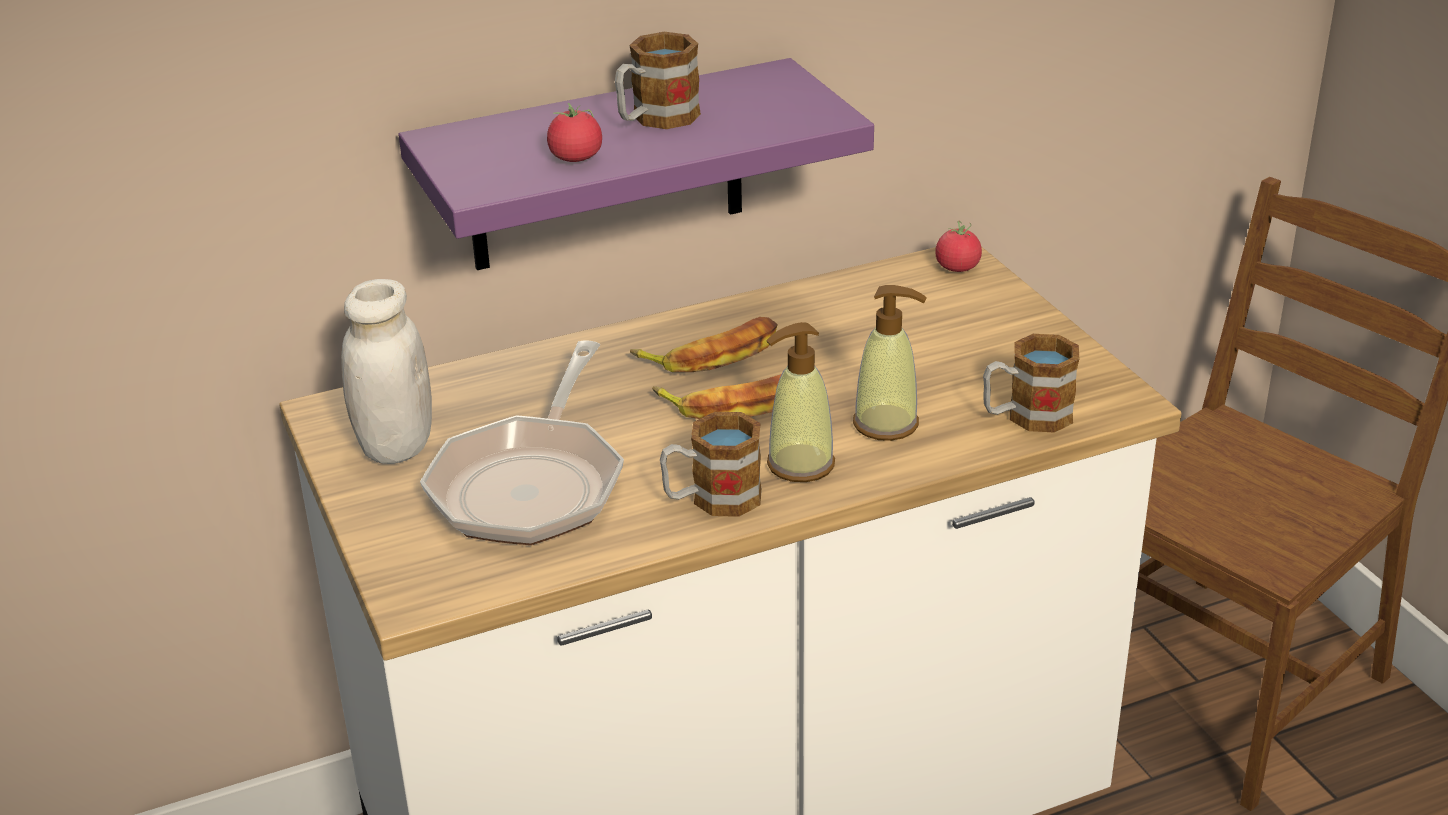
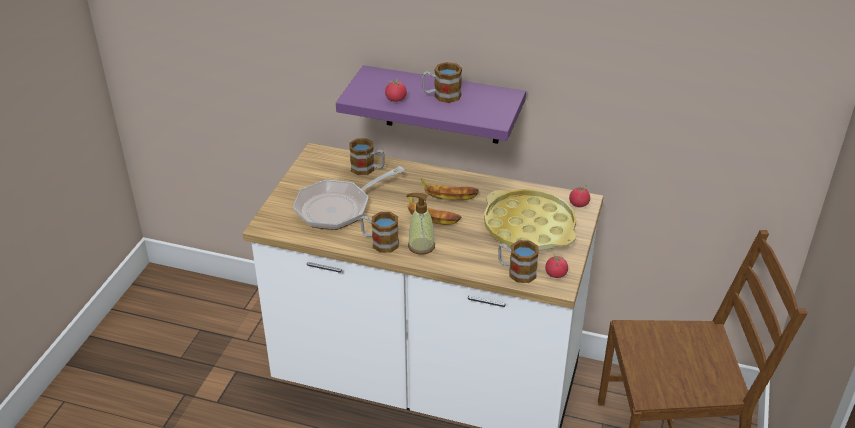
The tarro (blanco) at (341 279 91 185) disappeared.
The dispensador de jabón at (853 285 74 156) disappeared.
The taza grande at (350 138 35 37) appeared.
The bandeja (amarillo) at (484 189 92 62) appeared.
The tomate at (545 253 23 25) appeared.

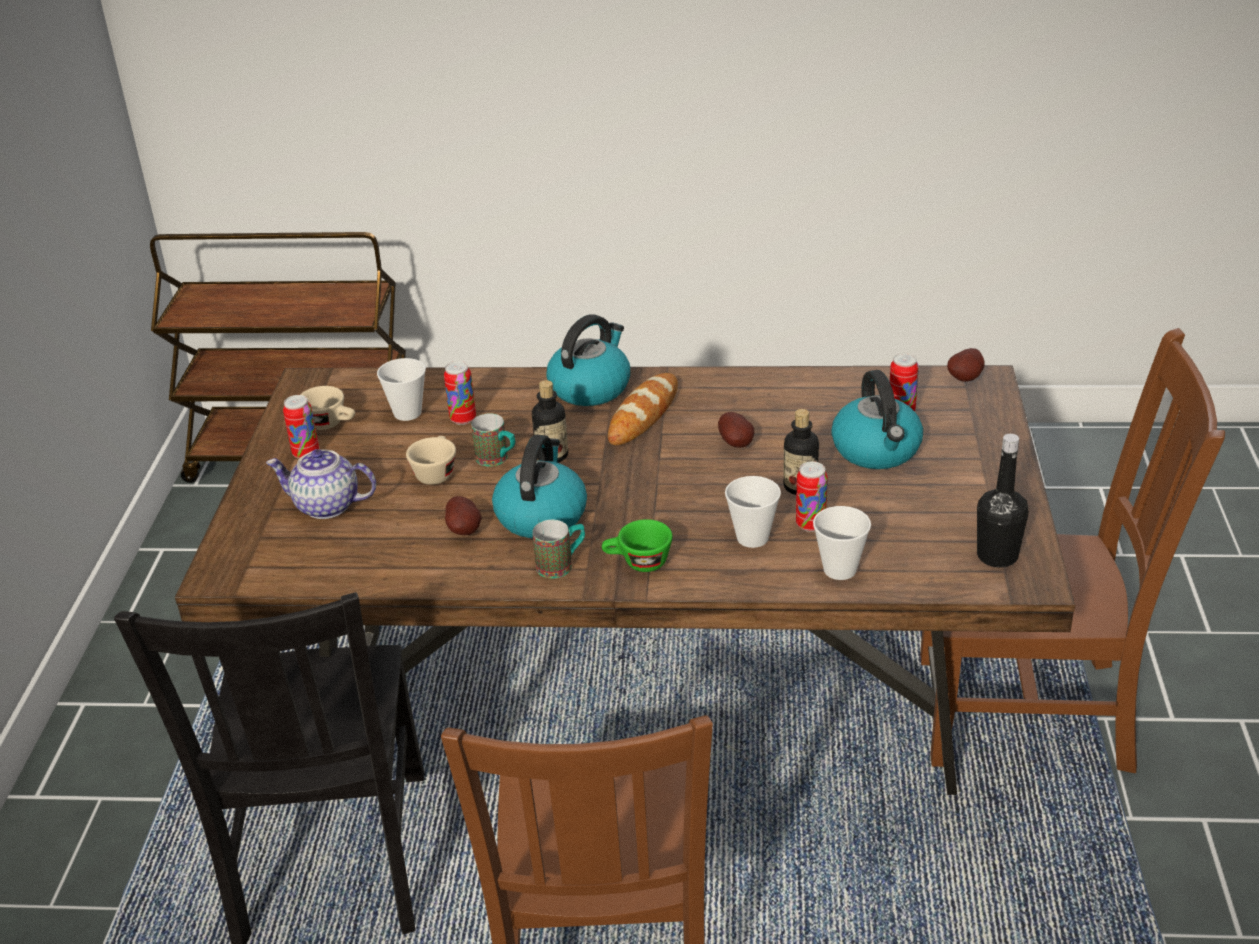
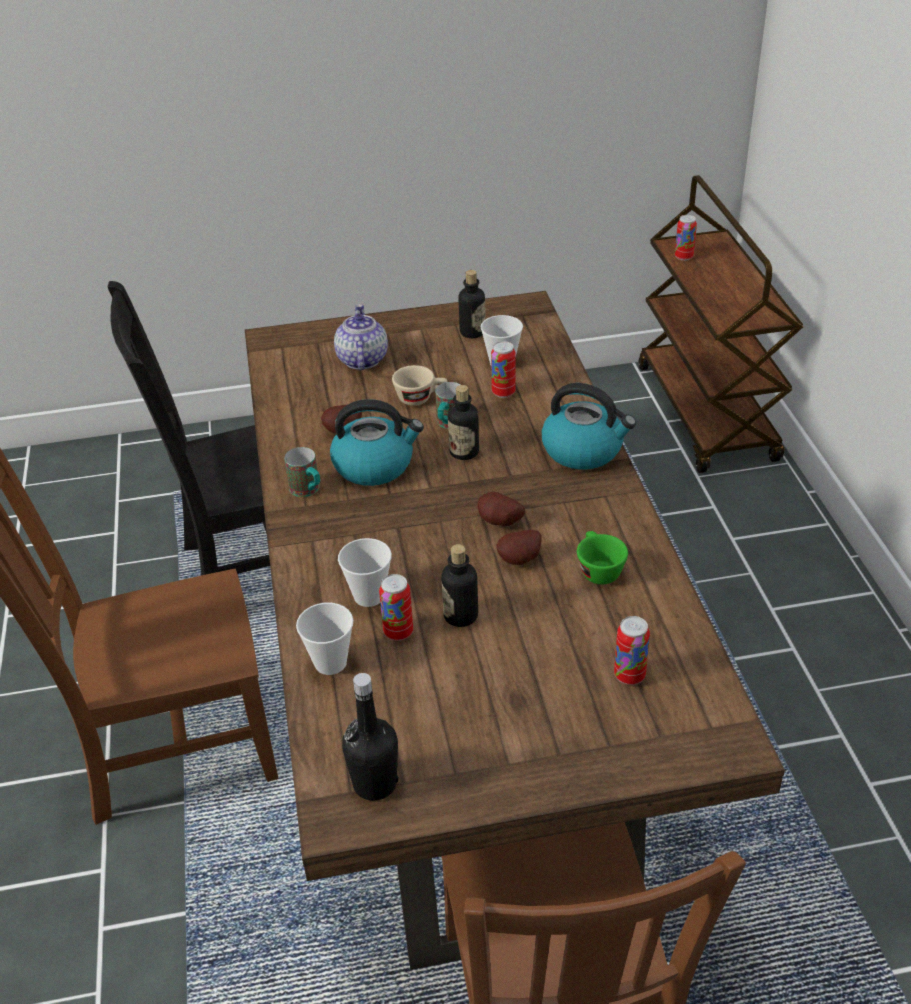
The pan at (608 373 70 72) disappeared.
The hervidor at (831 370 92 99) disappeared.
The lata moved from (283 395 36 64) to (675 215 22 46).
The taza (verde) moved from (602 519 71 53) to (577 531 51 53).
The patata moved from (947 348 38 34) to (477 492 48 34).
The taza (beis) at (300 386 55 44) was replaced by the botella at (458 270 28 68).

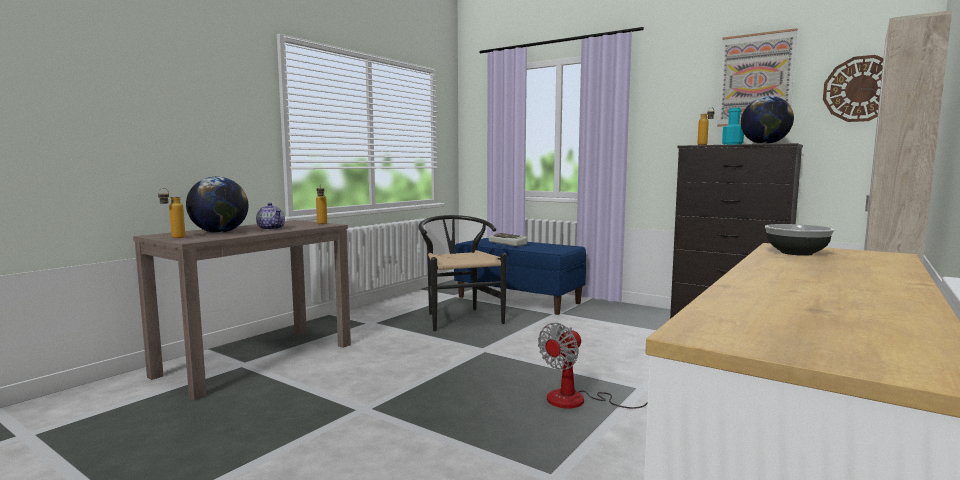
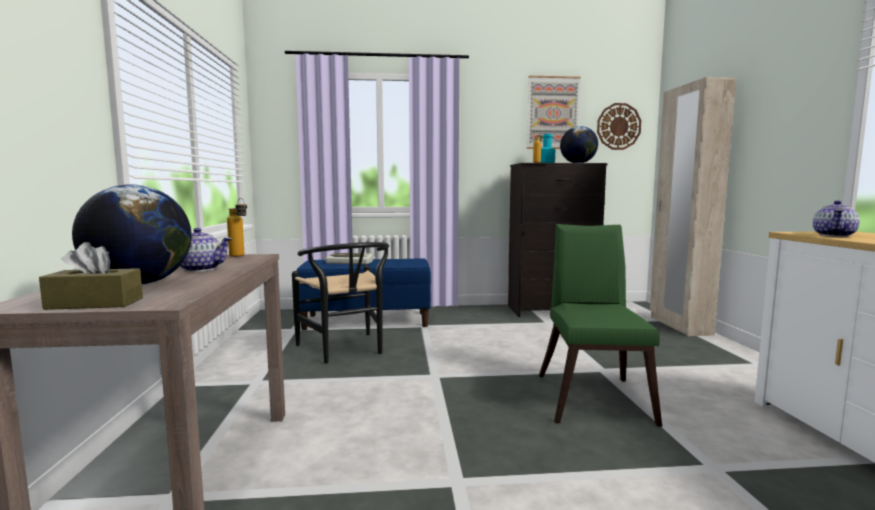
The botella at (158 188 28 50) was replaced by the caja de pañuelos (marrón) at (39 242 104 68).
The ventilador at (538 323 109 86) was replaced by the silla (verde) at (539 224 123 203).
The cuenco at (765 224 70 32) was replaced by the tetera at (813 200 47 37).
The silla (negro) at (419 215 88 116) turned 150 degrees counterclockwise.

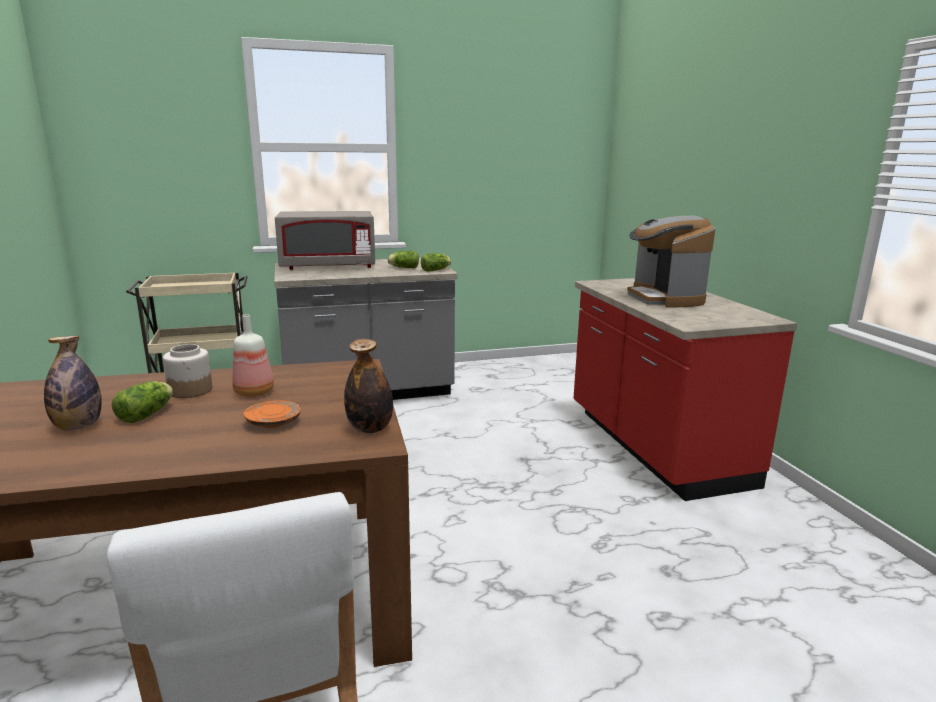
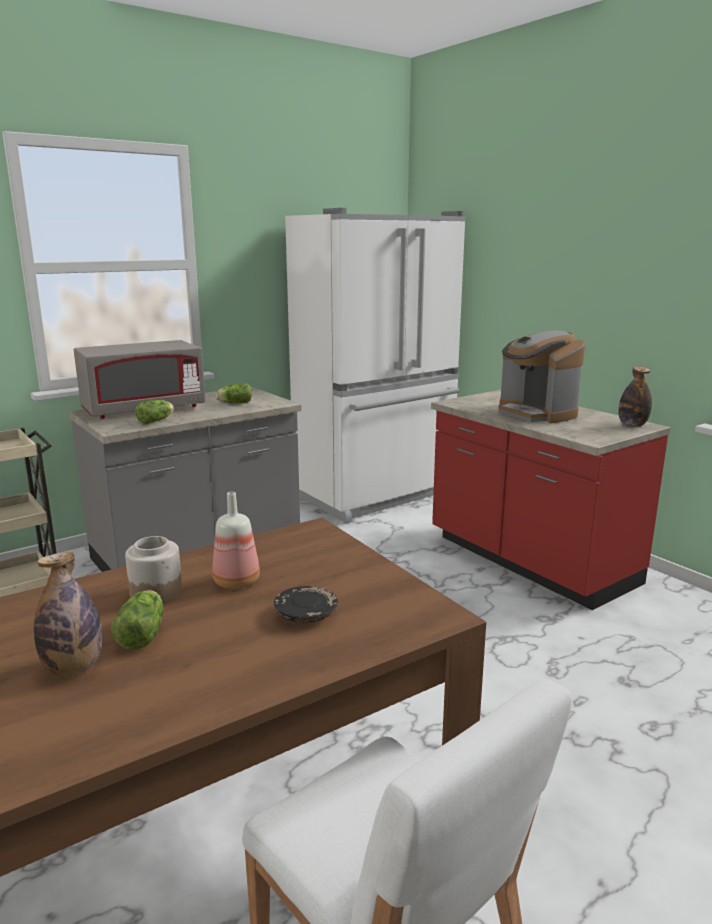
The nevera (blanco) at (285 208 181 315) appeared.
The botella moved from (344 339 49 94) to (618 366 34 61).
The lechuga moved from (421 253 31 19) to (135 400 39 24).
The plato (naranja) at (243 400 58 28) became the plato (negro) at (274 586 64 36).

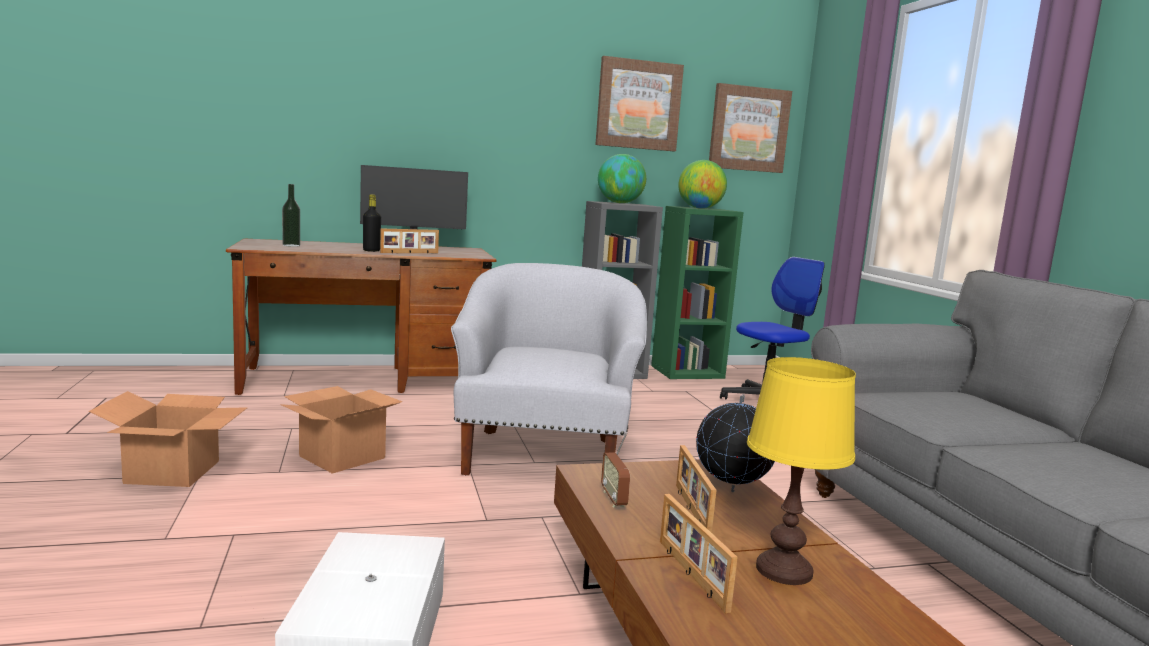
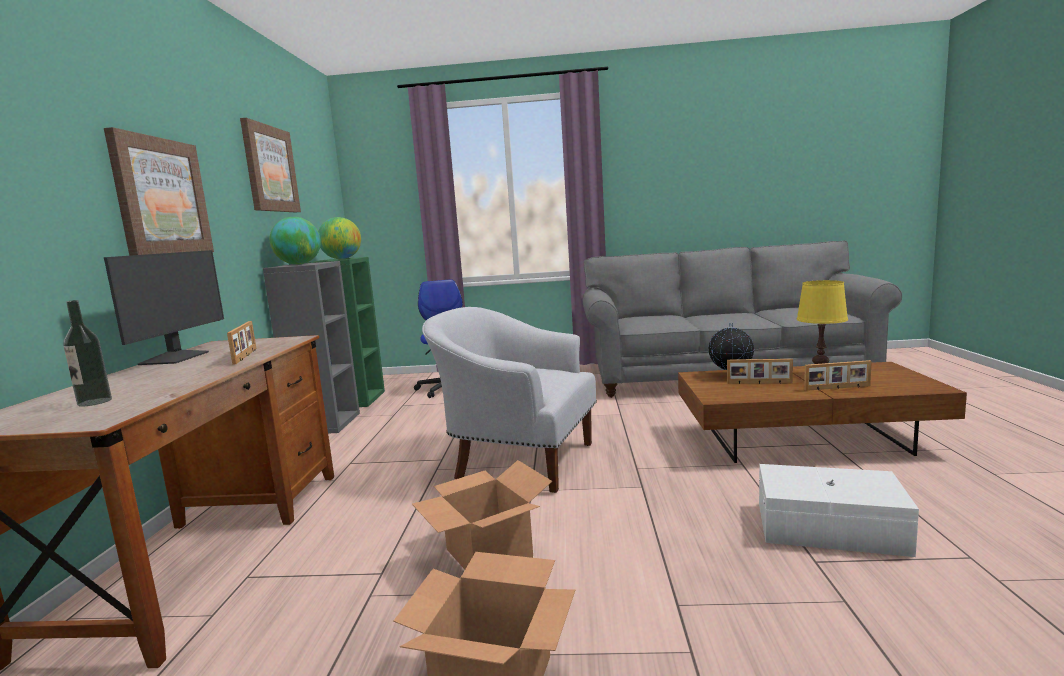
The botella (negro) at (363 195 18 57) disappeared.
The radio at (601 432 29 76) disappeared.
The cuadro moved from (709 83 83 90) to (104 127 110 129).

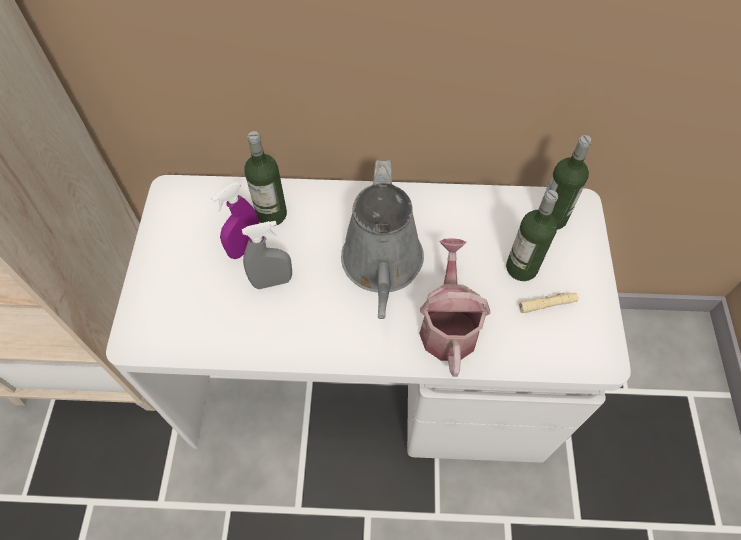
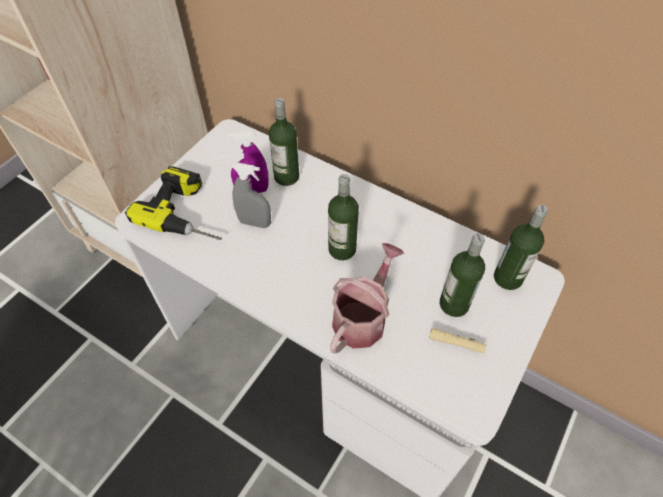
The taladro at (125 166 97 74) appeared.
The regadera (gris) at (341 160 83 159) was replaced by the botella at (328 174 31 86).

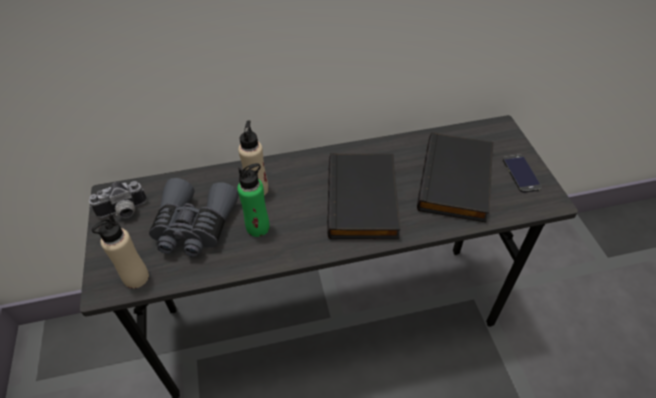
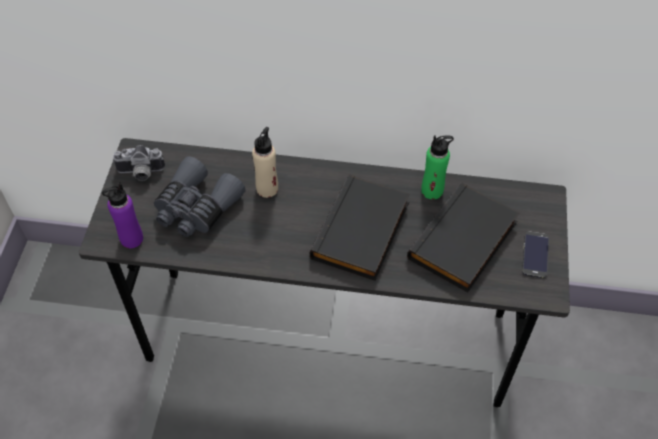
The botella (verde) moved from (237 163 33 74) to (421 135 33 65).
The botella (beis) at (92 214 57 74) became the botella (morado) at (102 182 41 66).

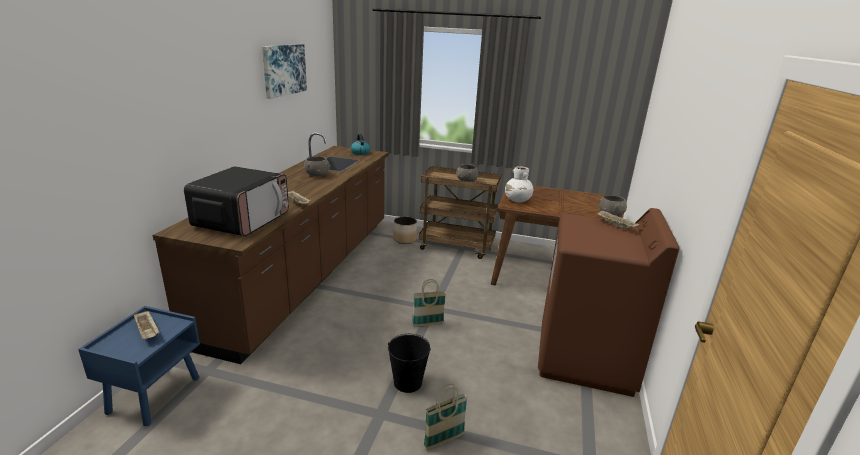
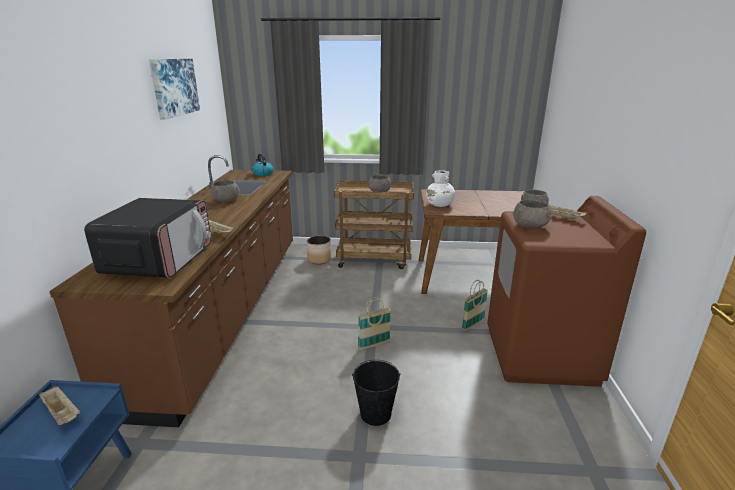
The cuenco (gris) at (513 200 39 29) appeared.
The cesta moved from (424 384 44 66) to (462 280 26 51).

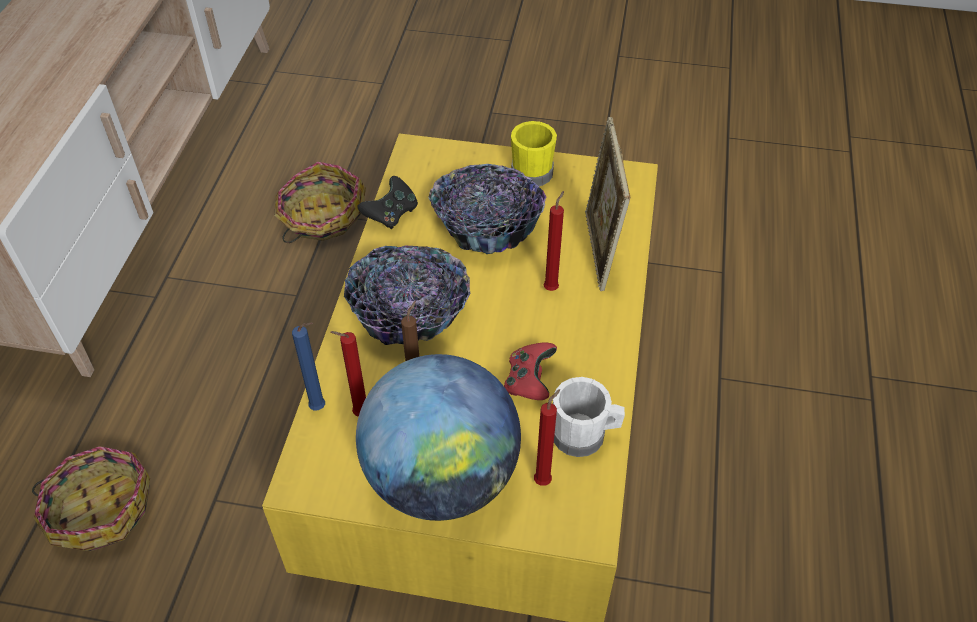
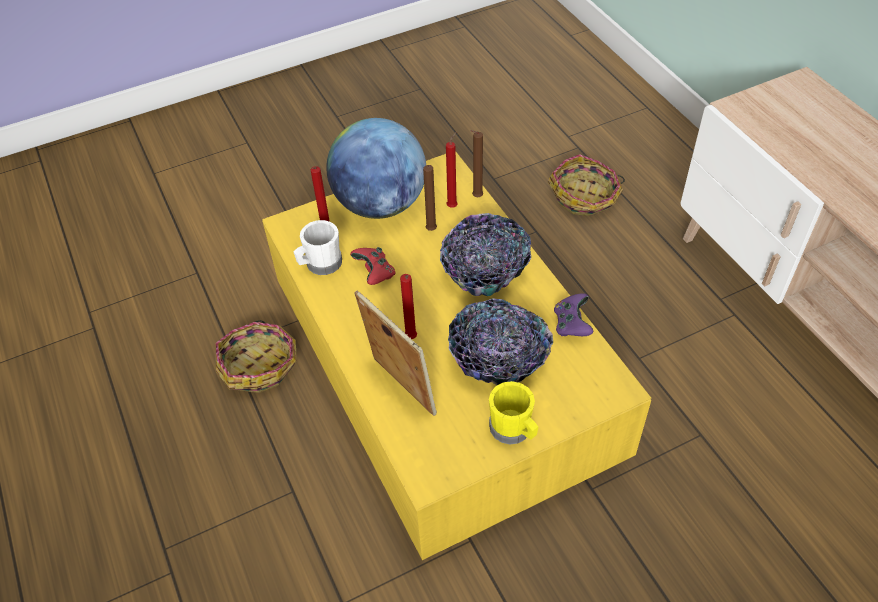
The cesta moved from (275 162 91 81) to (215 320 81 73).
The vela (azul) at (292 322 33 89) became the vela (marrón) at (470 130 13 67).
The mando de consola (negro) at (357 176 61 53) became the mando de consola (morado) at (554 293 39 43).

